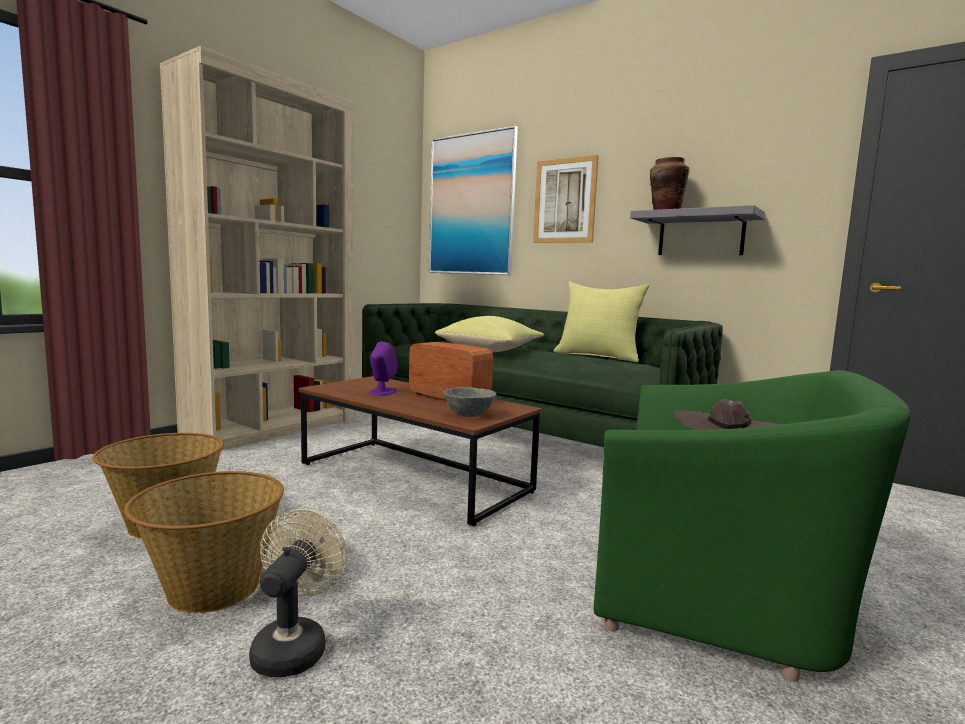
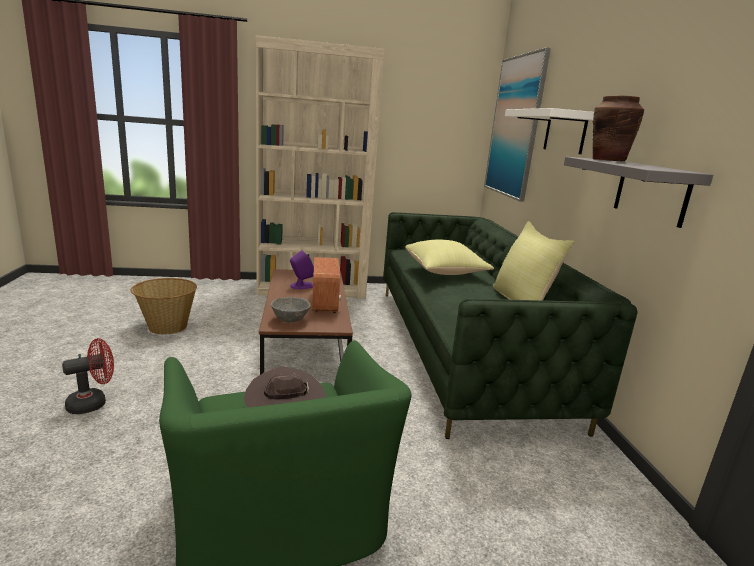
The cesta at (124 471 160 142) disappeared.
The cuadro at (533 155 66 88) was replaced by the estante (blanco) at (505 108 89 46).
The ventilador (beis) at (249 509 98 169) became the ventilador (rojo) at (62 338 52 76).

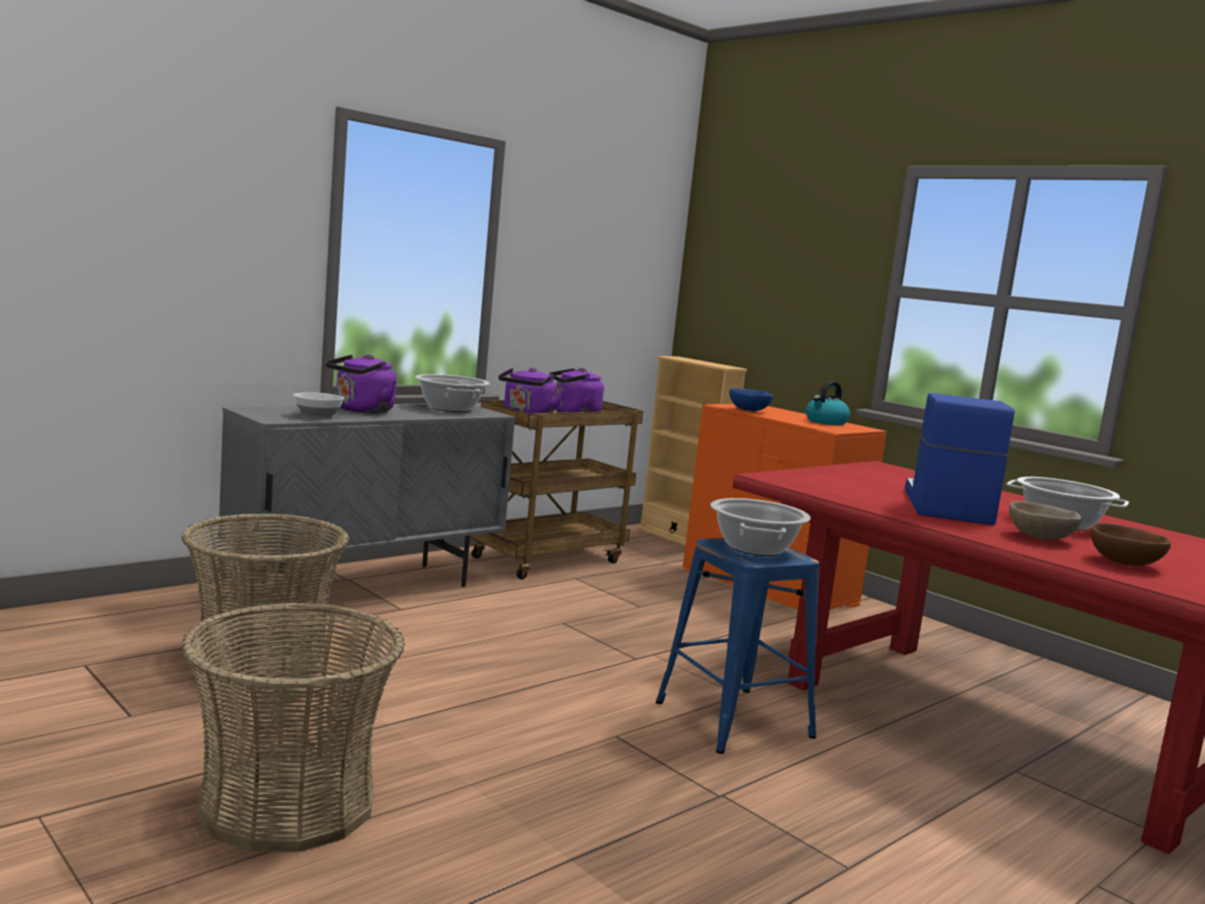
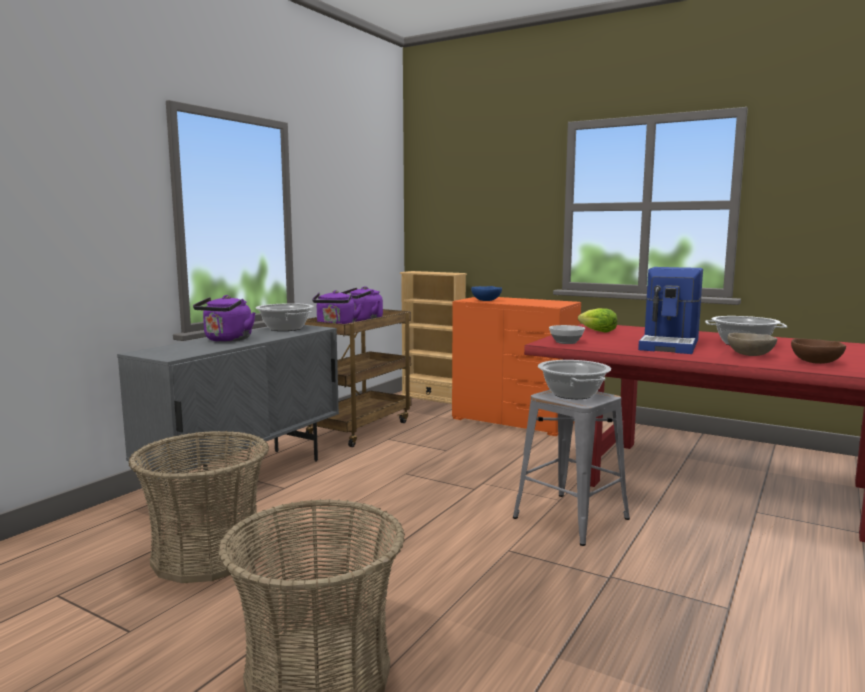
The hervidor at (806 381 44 44) disappeared.
The lechuga at (578 308 39 24) appeared.
The cuenco moved from (294 392 50 27) to (549 325 36 19).
The taburete (azul) at (656 538 164 216) became the taburete (gris) at (513 390 117 156).
The cafetera at (905 393 110 132) turned 150 degrees counterclockwise.

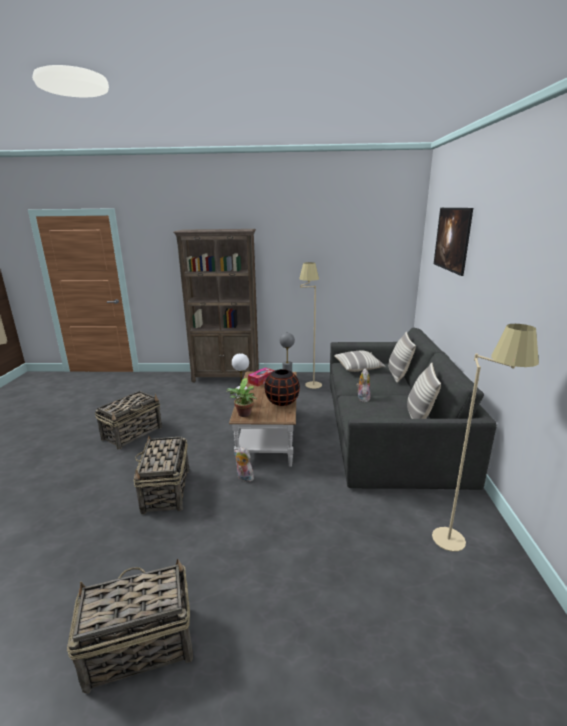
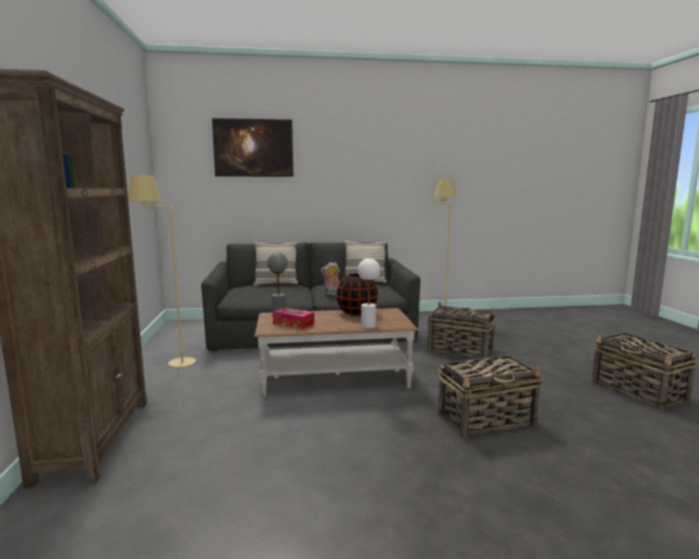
The planta en maceta at (226 378 31 39) disappeared.
The peluche at (234 447 20 35) disappeared.
The cojín at (334 351 51 21) disappeared.
The cesta moved from (95 391 67 59) to (427 302 69 56).

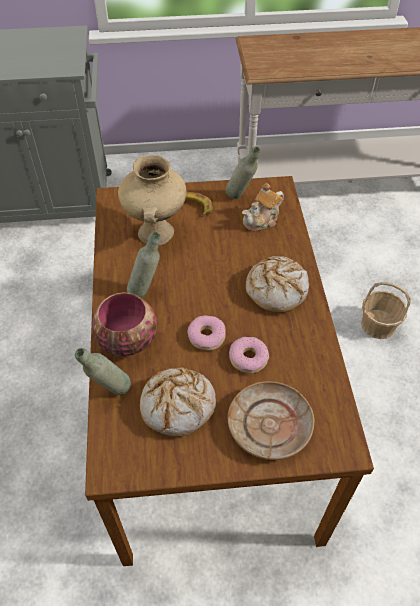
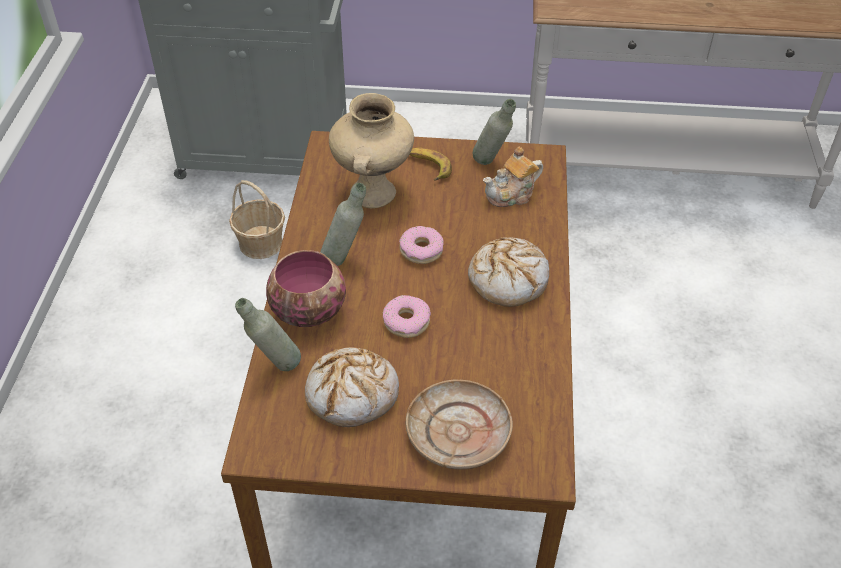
The rosquilla moved from (229 337 40 36) to (399 226 45 38).
The cesta moved from (361 282 50 57) to (229 180 56 79).

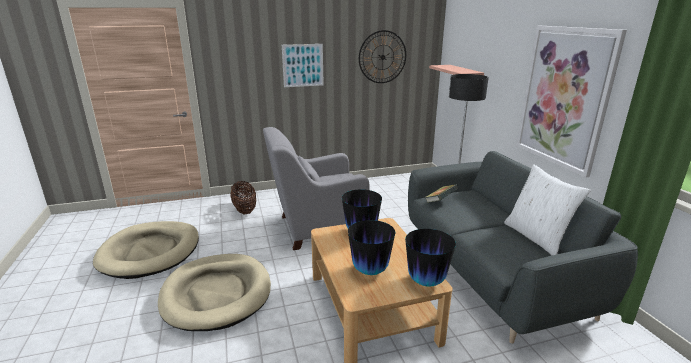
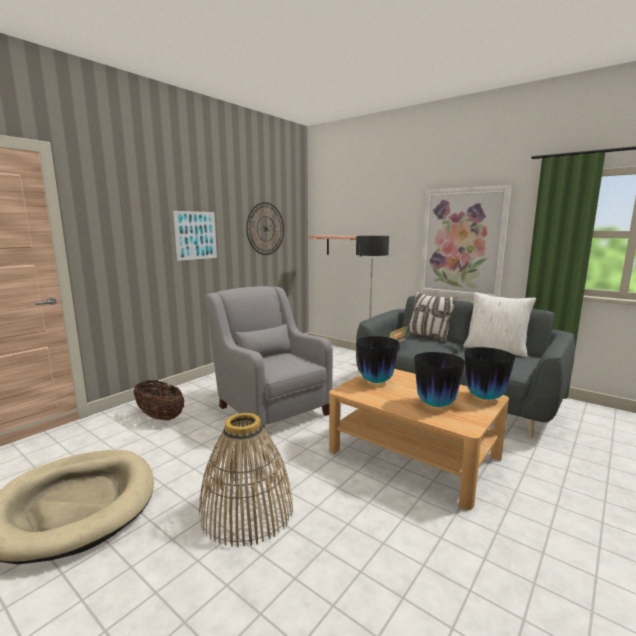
The cojín at (408 292 49 50) appeared.
The cama para perro (beis) at (158 254 113 77) was replaced by the cesta at (199 413 94 134).
The sillón (gris) at (263 127 107 123) turned 105 degrees clockwise.

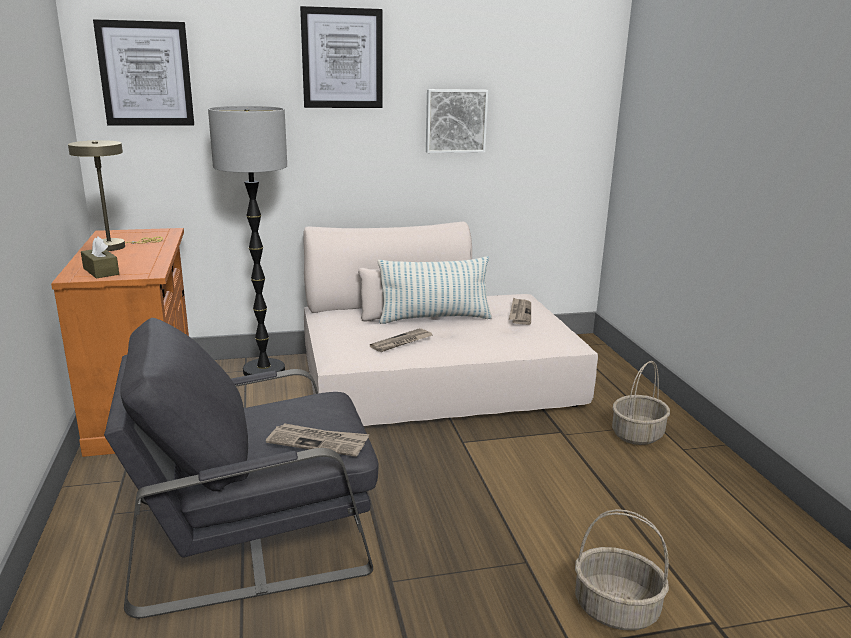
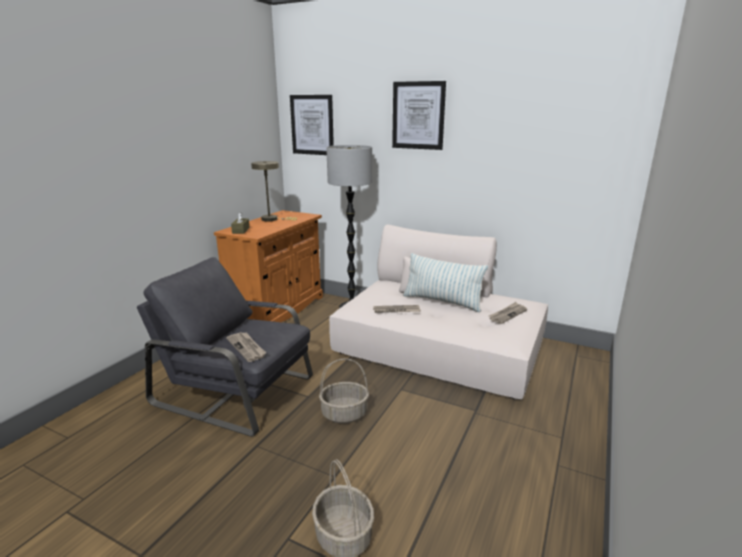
The cuadro at (426 89 62 64) disappeared.
The cesta moved from (612 361 58 84) to (319 358 50 66).

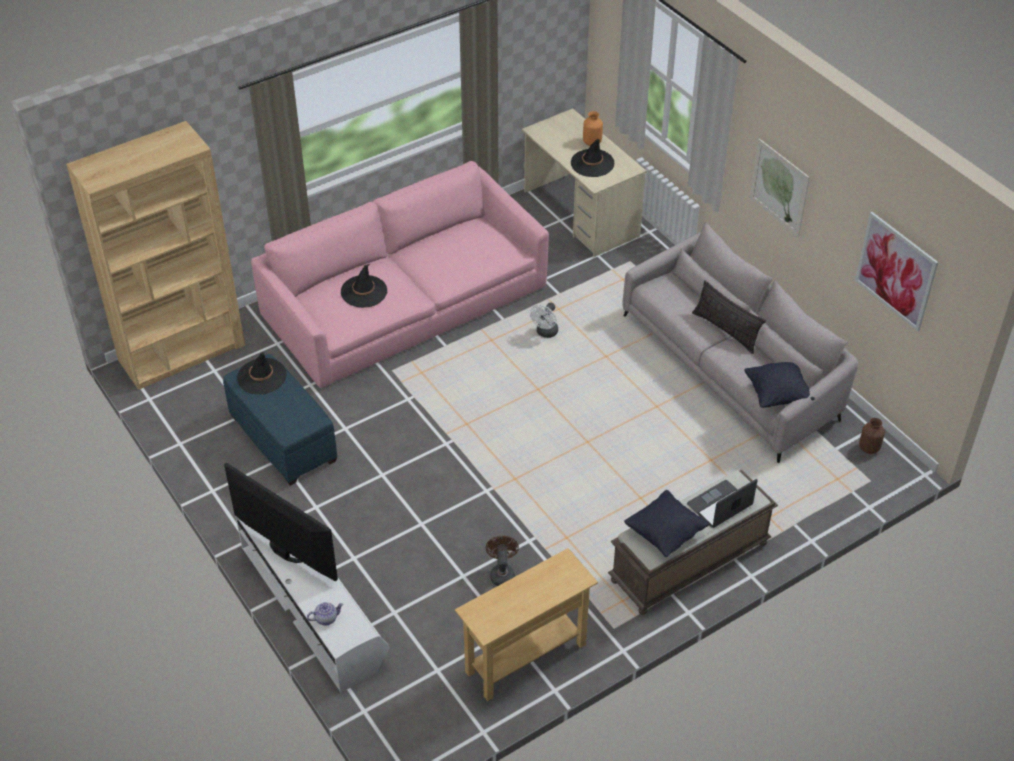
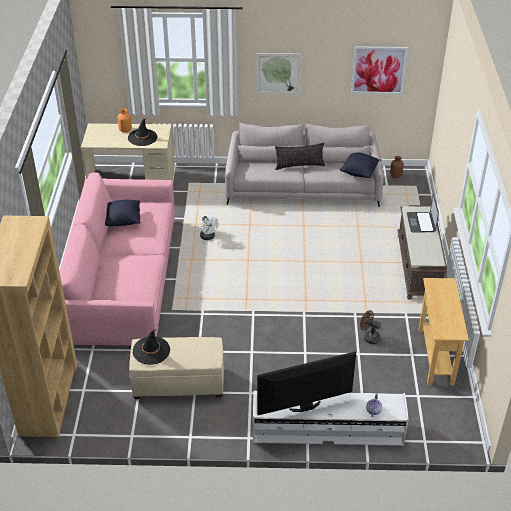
The sombrero (negro) at (341 264 46 44) disappeared.
The cojín (negro) moved from (624 490 85 67) to (105 200 36 26).
The puf (azul) at (223 354 114 132) became the puf (beis) at (129 337 95 62).

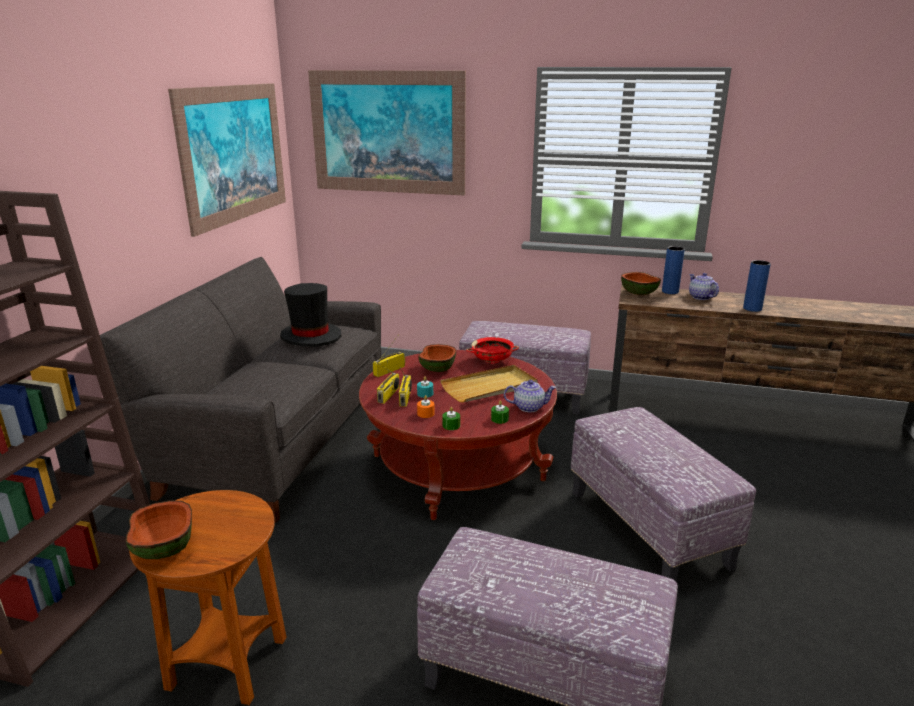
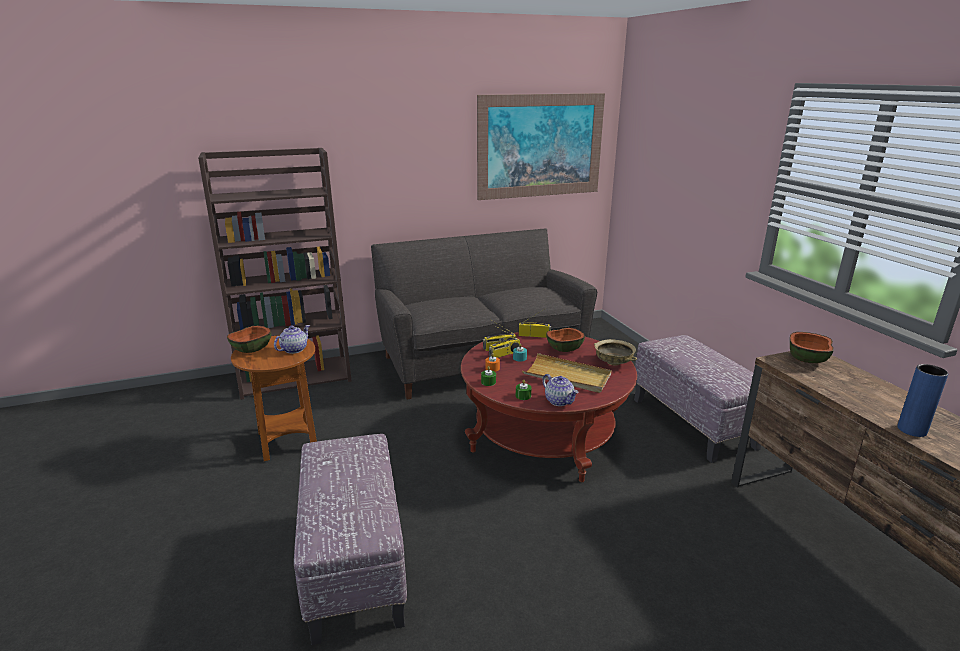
The sombrero (negro) at (280 283 61 64) disappeared.
The cuadro at (308 70 158 125) disappeared.
The puf at (571 407 185 174) disappeared.
The florero (azul) at (662 246 23 48) disappeared.
The tetera moved from (689 273 30 27) to (274 325 36 29).
The cuenco (rojo) at (466 337 53 26) became the cuenco (beis) at (594 339 43 26).

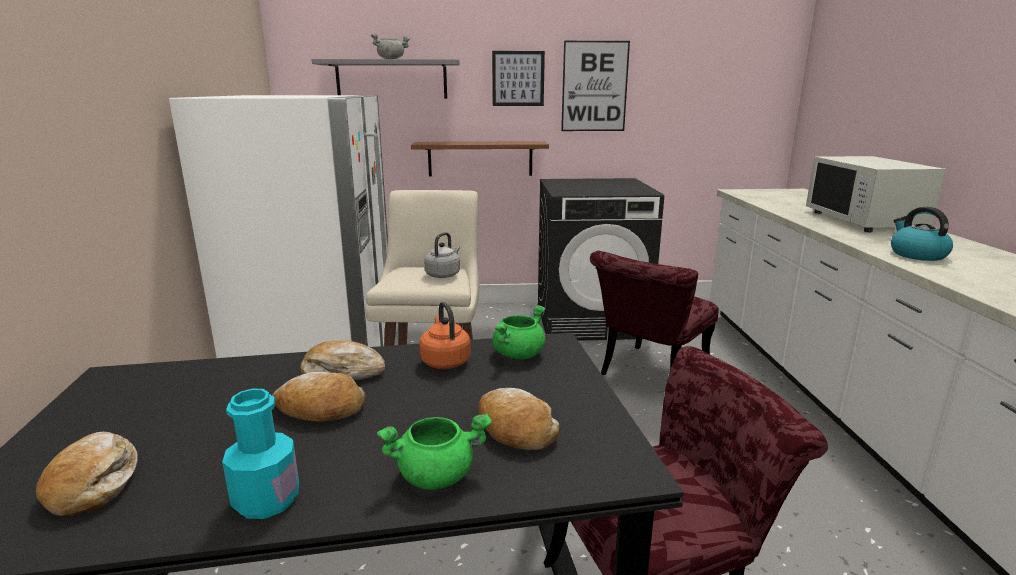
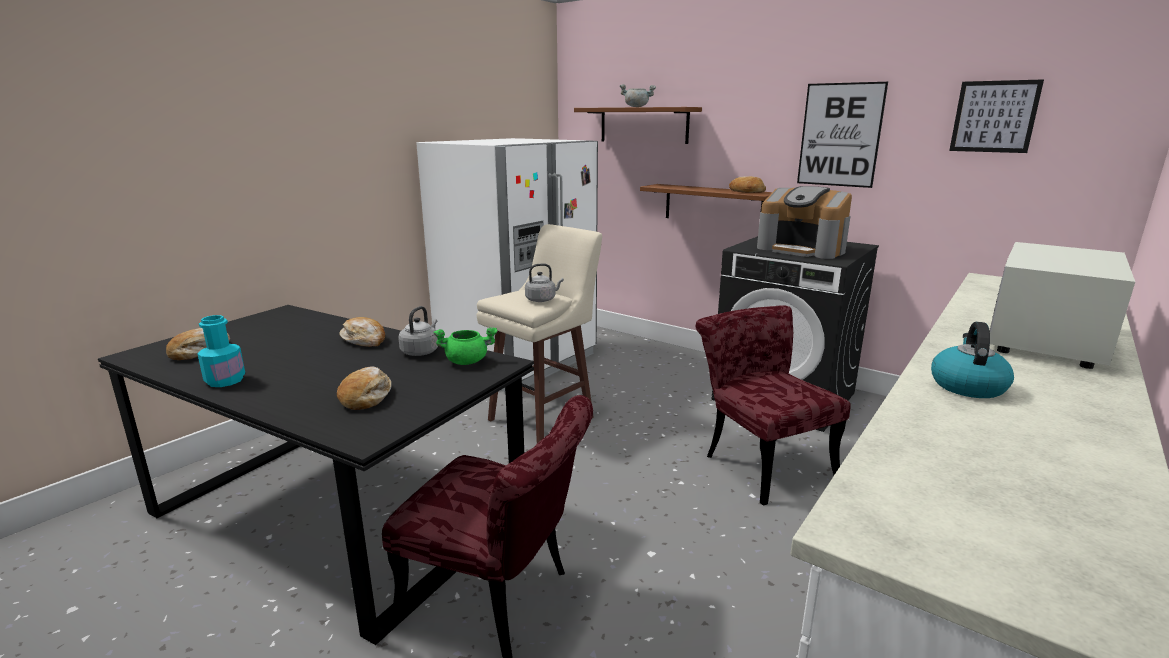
The olla (verde) at (377 414 115 76) disappeared.
The cafetera at (757 186 95 73) appeared.
The pan moved from (272 372 94 50) to (729 176 37 17).
The cuadro moved from (492 51 53 55) to (949 79 95 74).
The estante (gris) at (311 59 149 40) became the estante (marrón) at (574 107 128 37).
The hervidor (naranja) at (419 302 52 67) became the hervidor (gris) at (398 306 40 50).
The silla (rojo) at (590 251 129 124) turned 75 degrees clockwise.

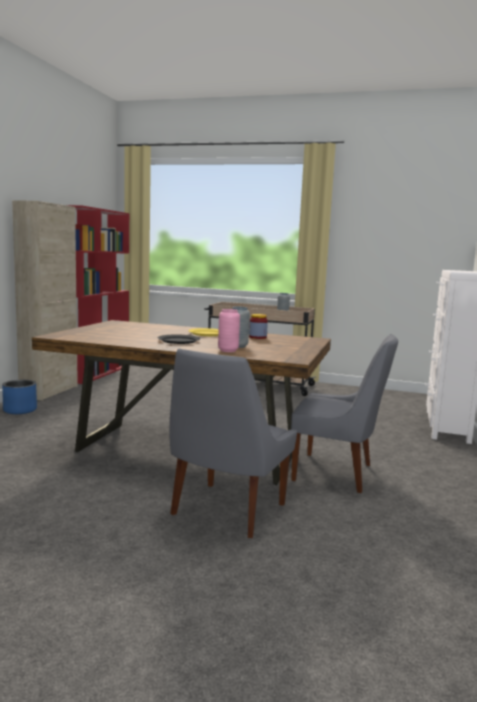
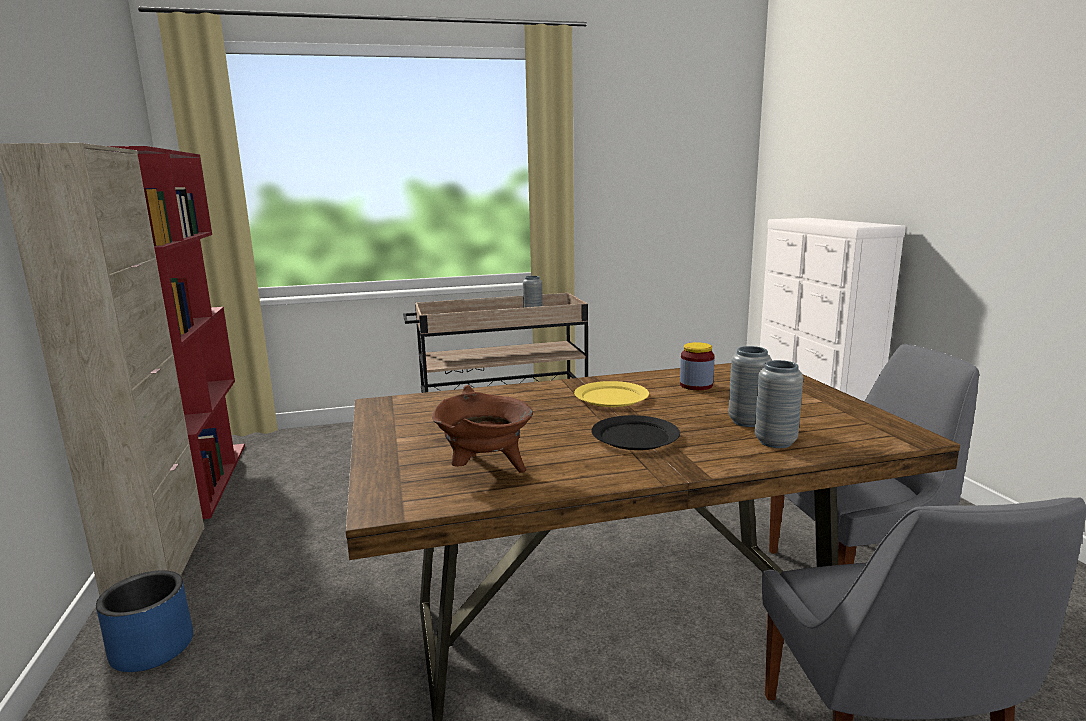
The olla (marrón) at (432 385 101 88) appeared.
The florero (rosa) at (218 309 22 43) became the florero (gris) at (755 360 48 88).

